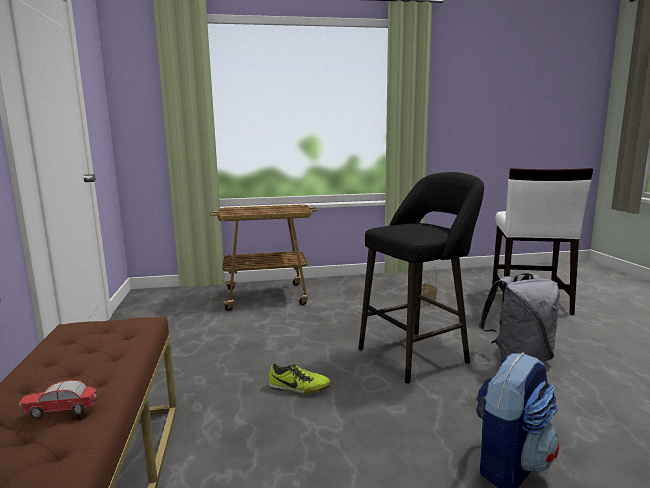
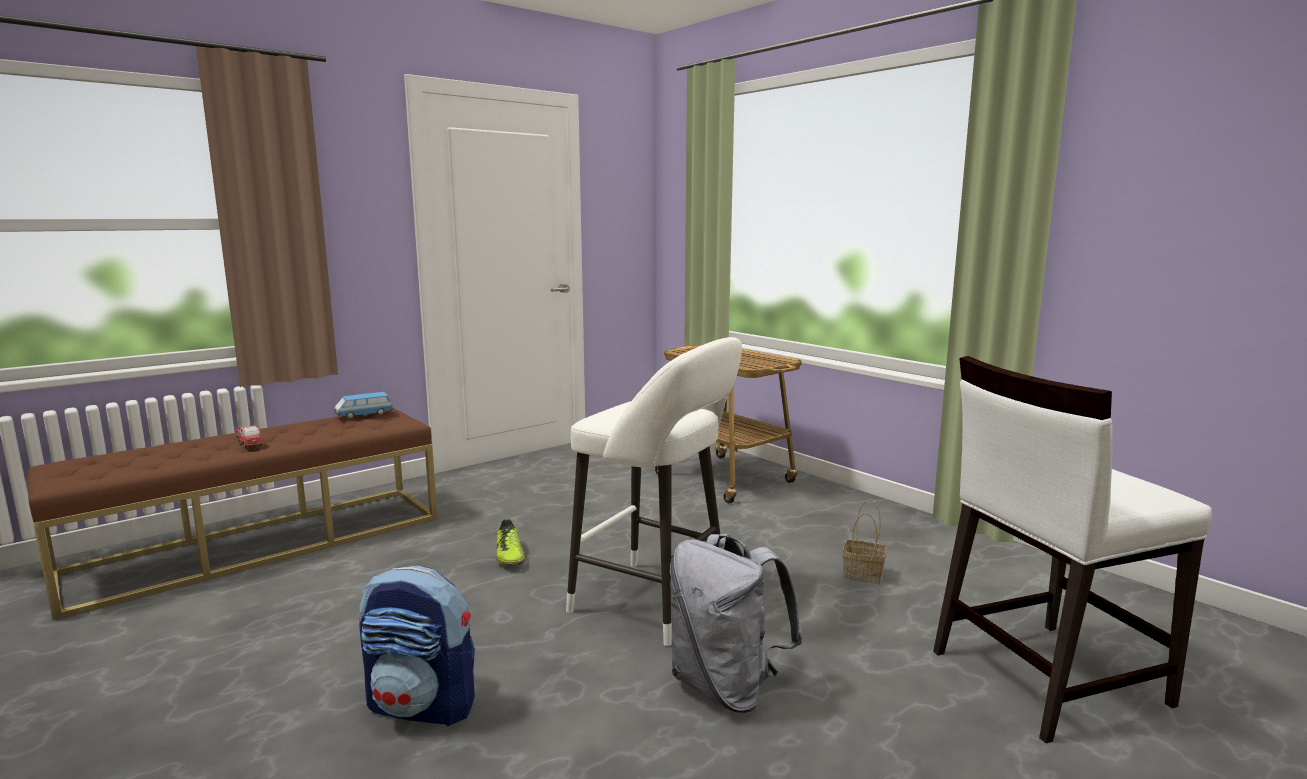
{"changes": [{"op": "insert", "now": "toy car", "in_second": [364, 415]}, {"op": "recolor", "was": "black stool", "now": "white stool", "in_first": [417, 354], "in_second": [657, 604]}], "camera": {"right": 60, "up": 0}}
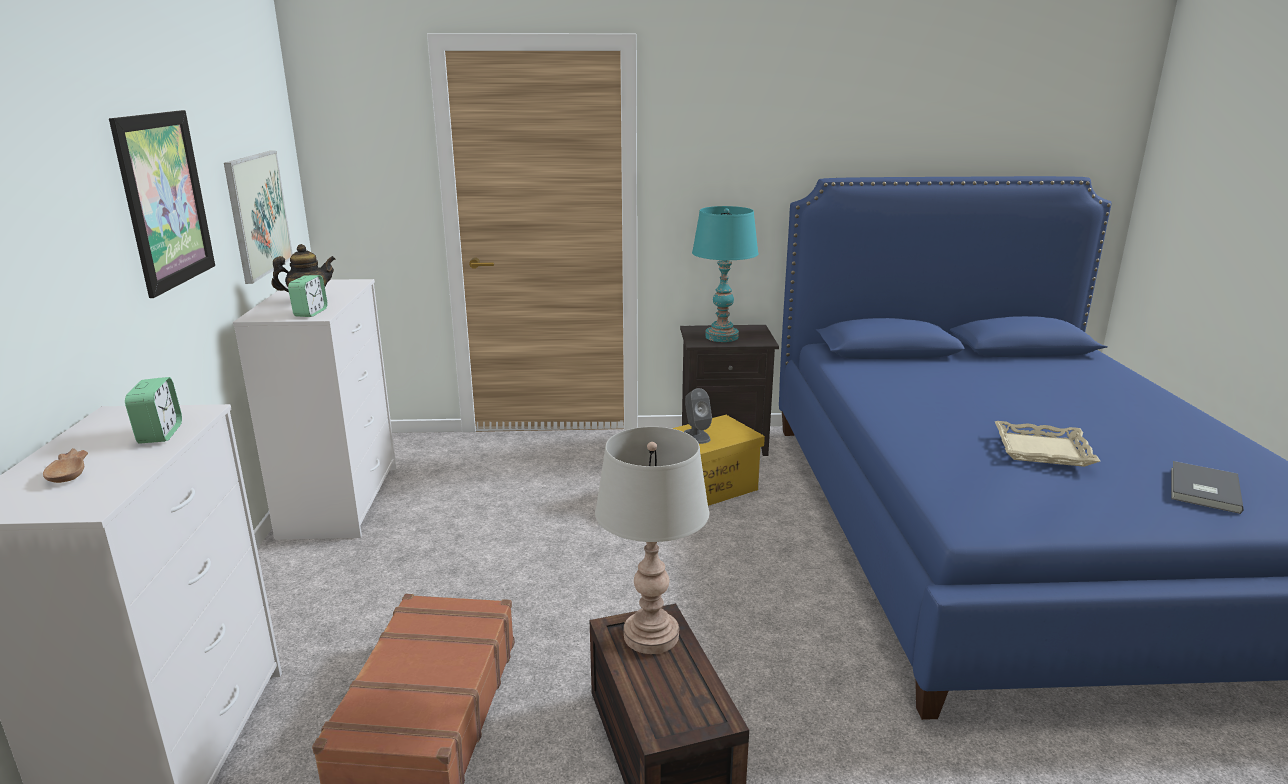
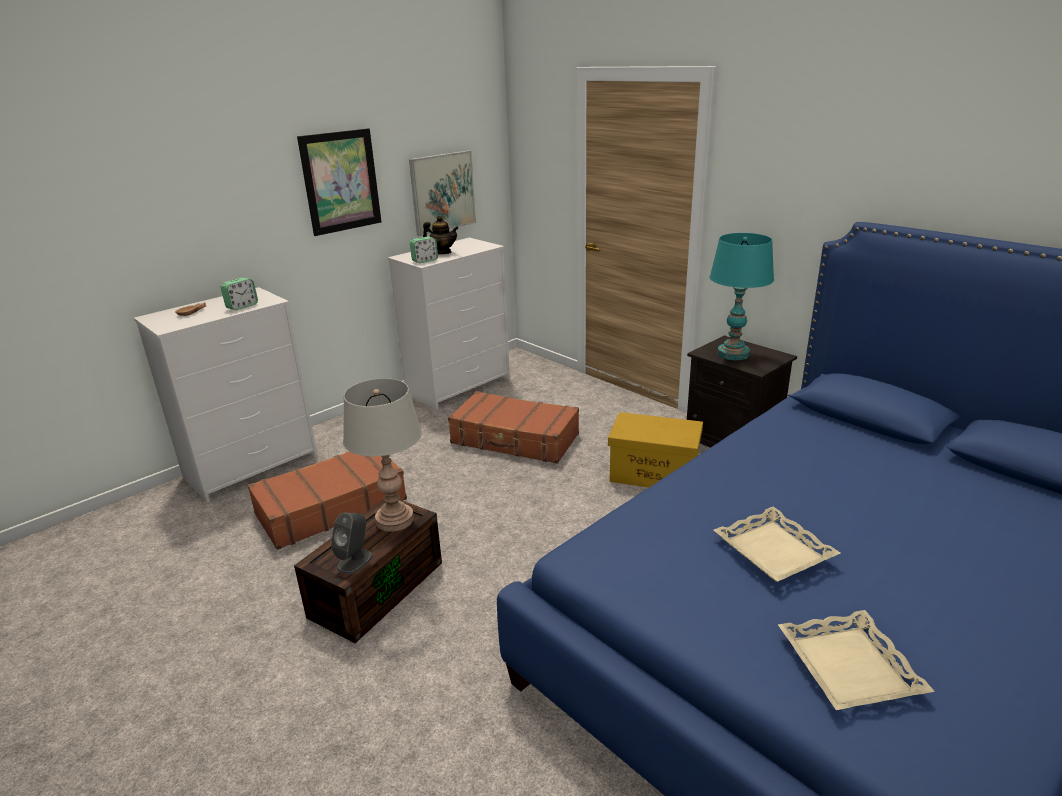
{"changes": [{"op": "move", "was": "grey speaker", "in_first": [696, 436], "in_second": [355, 561]}, {"op": "insert", "now": "brown suitcase", "in_second": [515, 439]}, {"op": "replace", "was": "grey book", "now": "beige tray", "in_first": [1201, 490], "in_second": [848, 666]}], "camera": {"right": 50, "up": 5}}
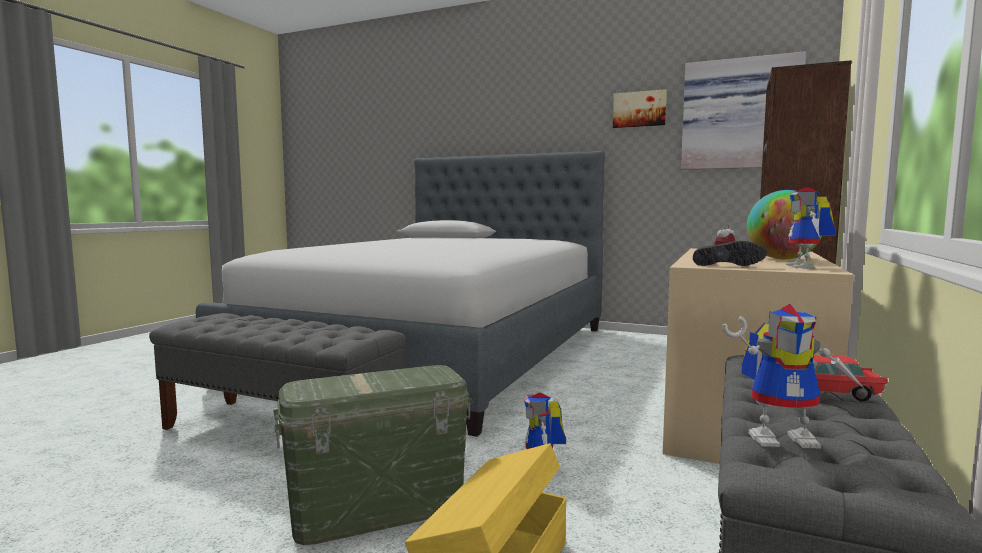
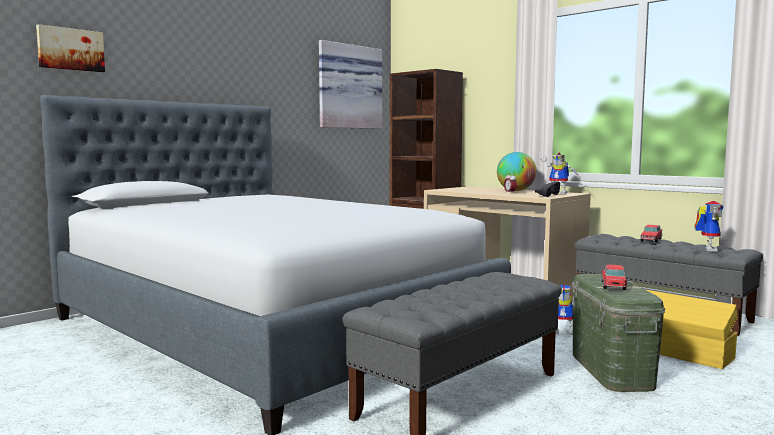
{"changes": [{"op": "move", "was": "picture", "in_first": [639, 109], "in_second": [70, 49]}, {"op": "insert", "now": "toy car", "in_second": [613, 285]}], "camera": {"right": -70, "up": 0}}
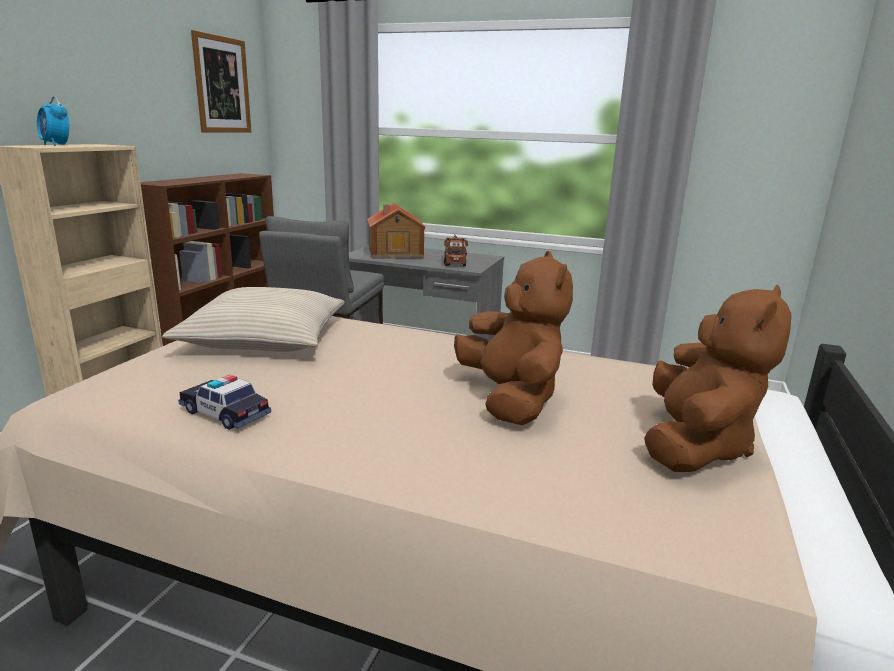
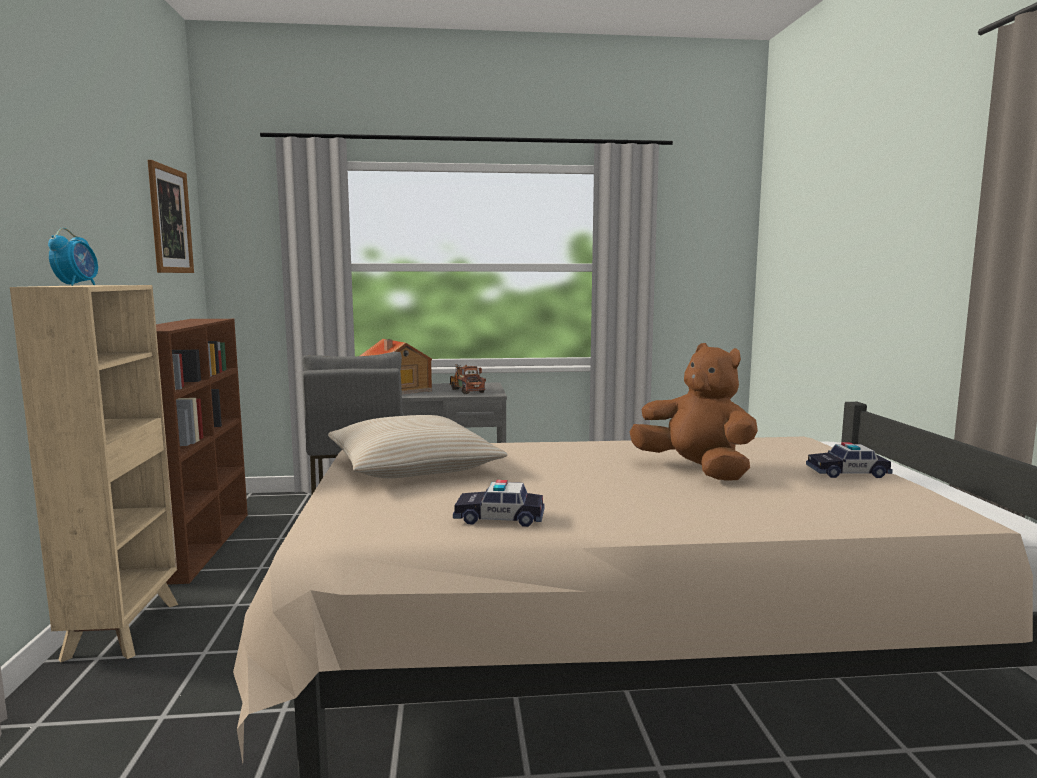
{"changes": [{"op": "rotate", "was": "alarm clock", "in_first": [56, 145], "in_second": [77, 285], "clockwise": -105}, {"op": "replace", "was": "brown plush toy", "now": "toy car", "in_first": [694, 446], "in_second": [847, 473]}], "camera": {"right": -25, "up": -10}}
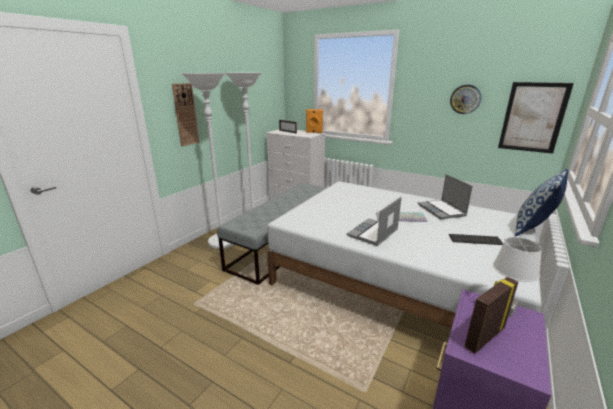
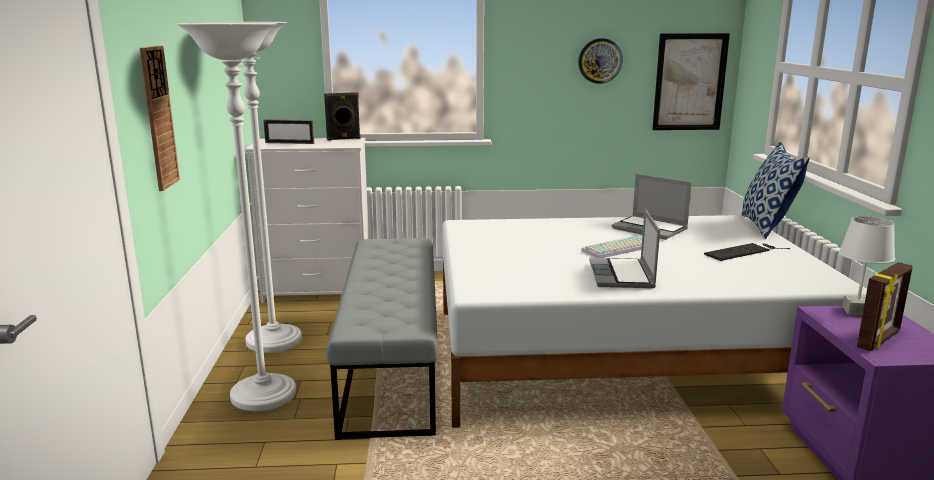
{"changes": [{"op": "recolor", "was": "orange speaker", "now": "black speaker", "in_first": [314, 132], "in_second": [343, 139]}, {"op": "rotate", "was": "picture frame", "in_first": [483, 337], "in_second": [879, 340], "clockwise": -150}], "camera": {"right": -35, "up": -5}}
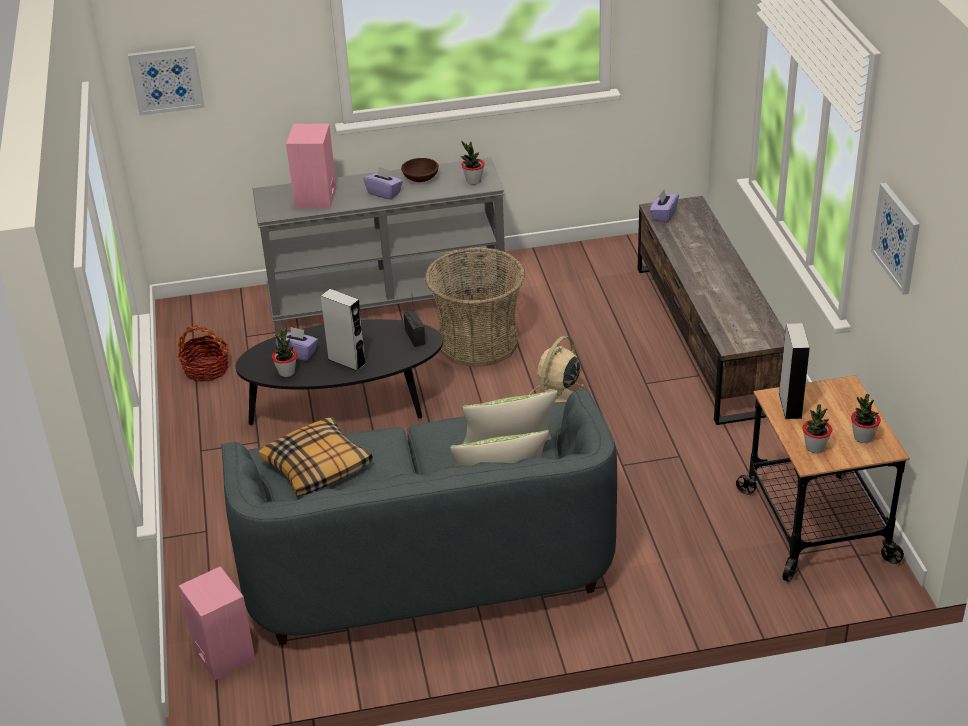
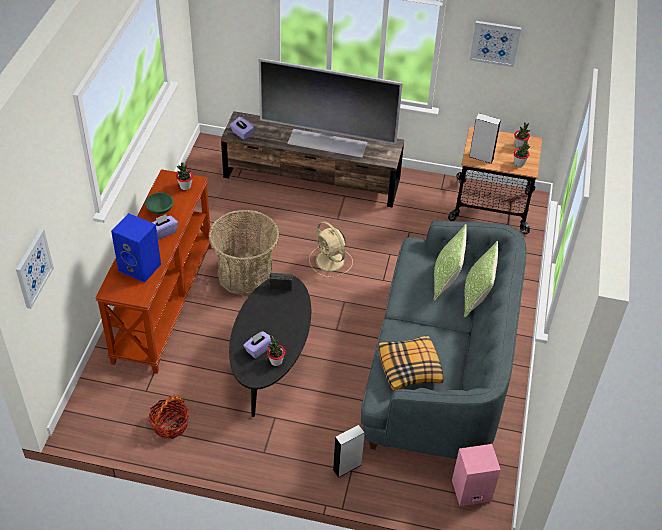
{"changes": [{"op": "recolor", "was": "grey console table", "now": "brown console table", "in_first": [388, 300], "in_second": [163, 301]}, {"op": "recolor", "was": "pink speaker", "now": "blue speaker", "in_first": [316, 198], "in_second": [141, 267]}, {"op": "recolor", "was": "brown bowl", "now": "green bowl", "in_first": [421, 179], "in_second": [160, 209]}, {"op": "insert", "now": "television", "in_second": [327, 142]}, {"op": "move", "was": "grey speaker", "in_first": [347, 361], "in_second": [347, 467]}], "camera": {"right": -70, "up": 10}}
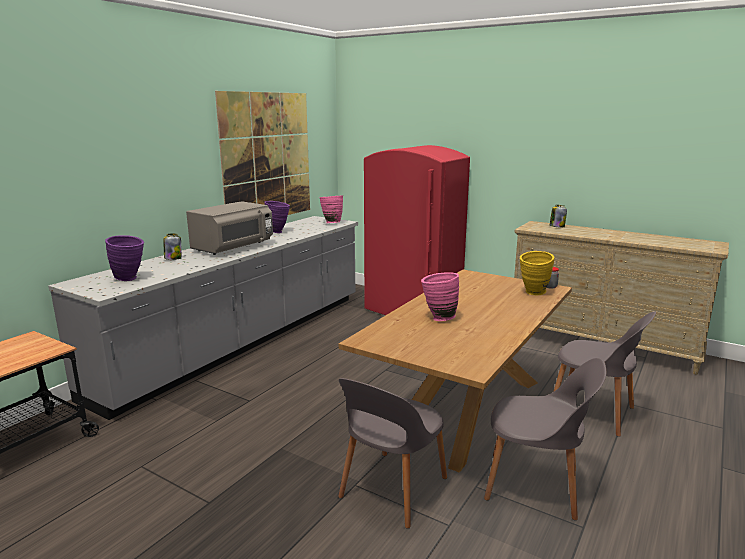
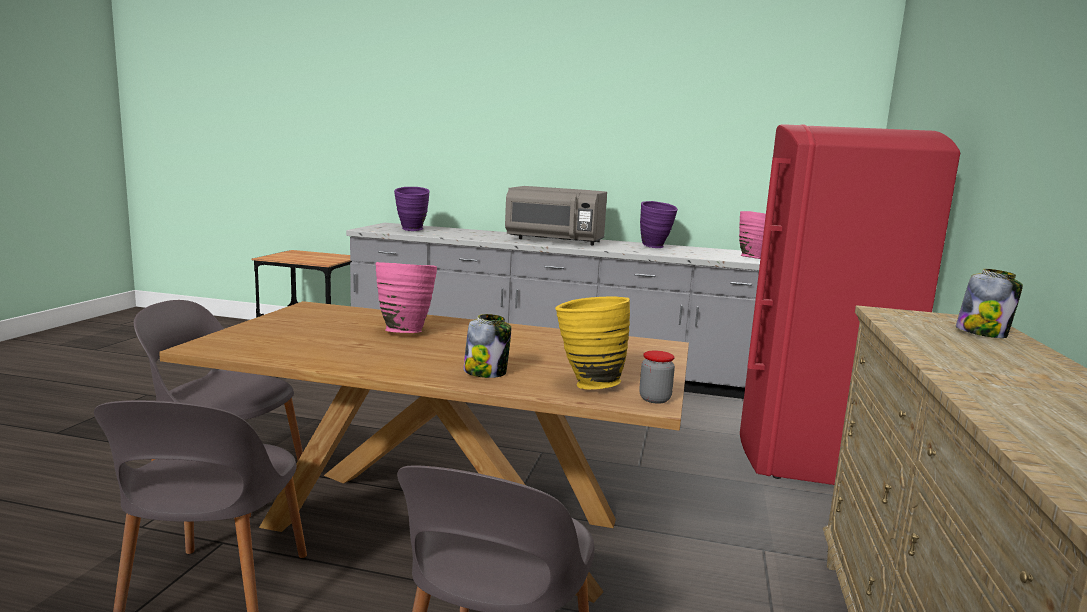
{"changes": [{"op": "move", "was": "jar", "in_first": [173, 258], "in_second": [486, 372]}, {"op": "delete", "was": "picture", "in_first": [268, 157]}], "camera": {"right": 70, "up": -5}}
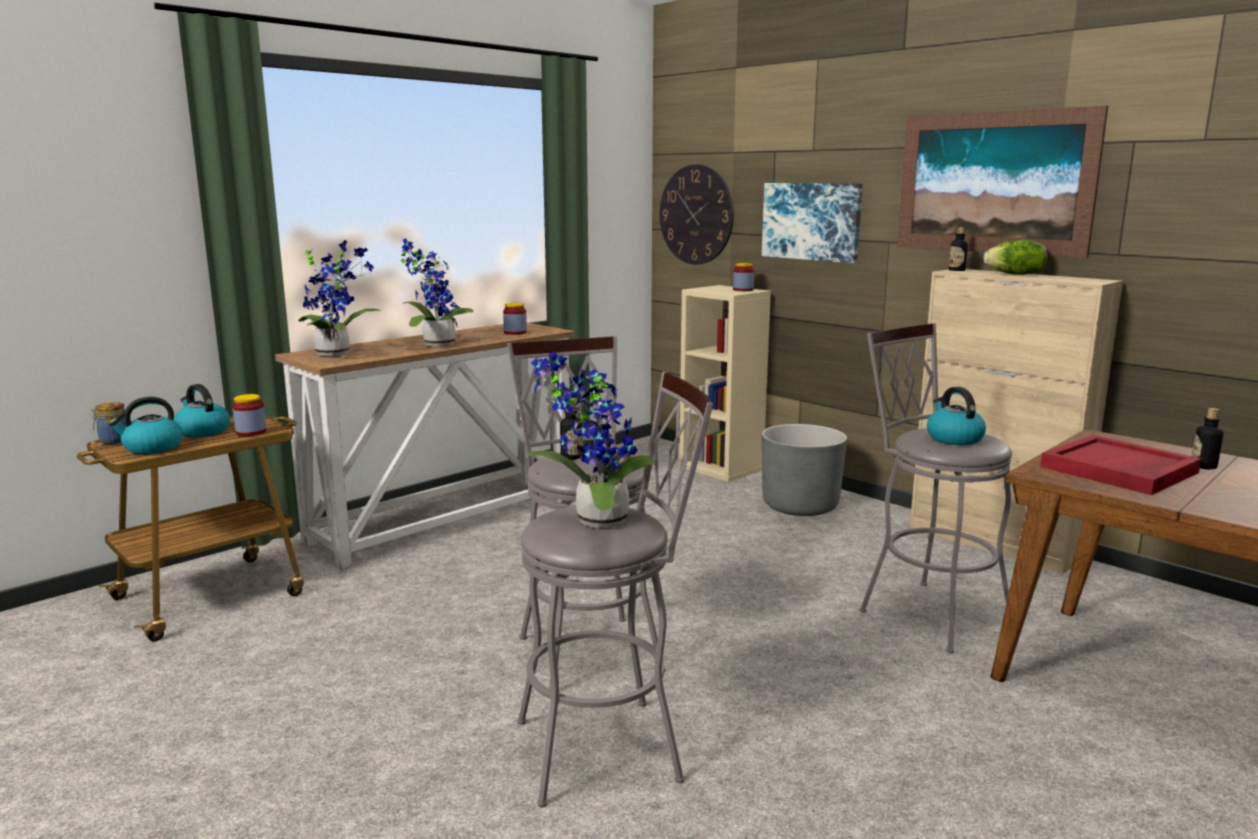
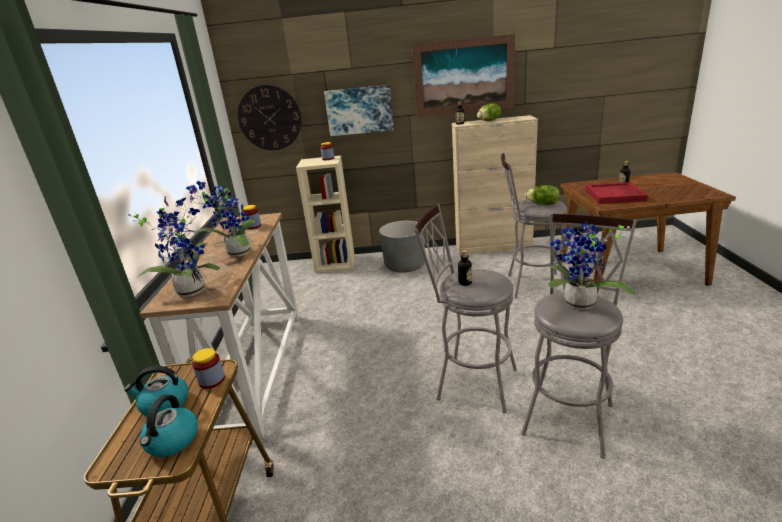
{"changes": [{"op": "replace", "was": "kettle", "now": "lettuce", "in_first": [953, 438], "in_second": [543, 204]}, {"op": "delete", "was": "jar", "in_first": [113, 441]}], "camera": {"right": -45, "up": 10}}
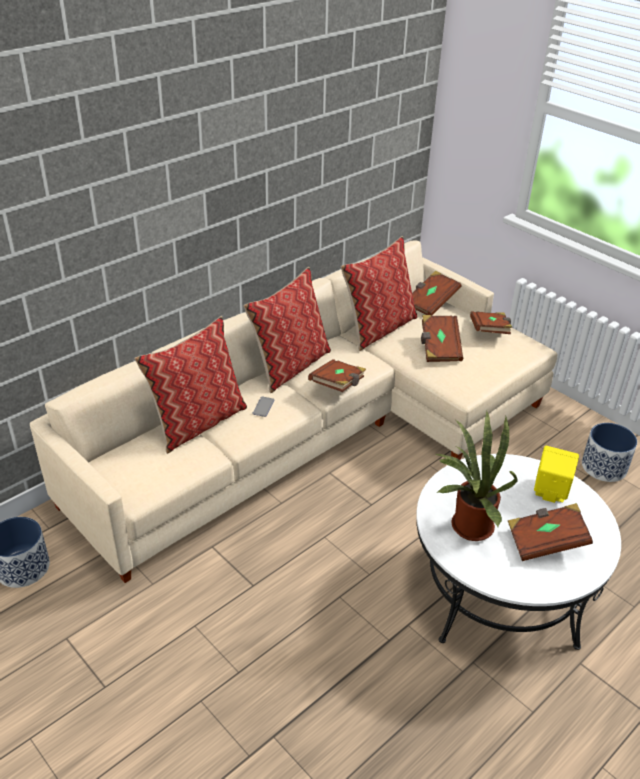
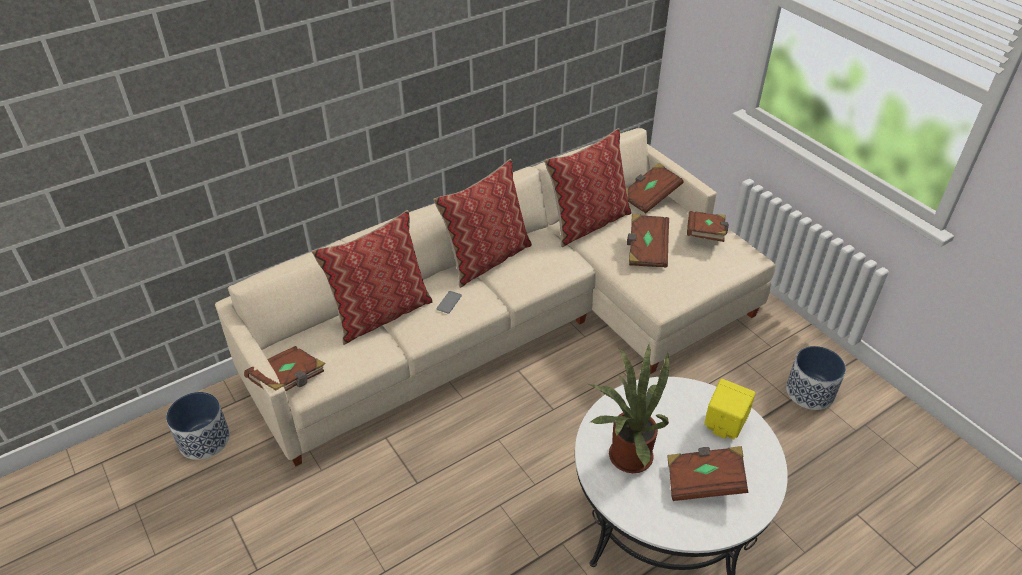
{"changes": [{"op": "move", "was": "brown book", "in_first": [338, 385], "in_second": [289, 380]}], "camera": {"right": 10, "up": 5}}
